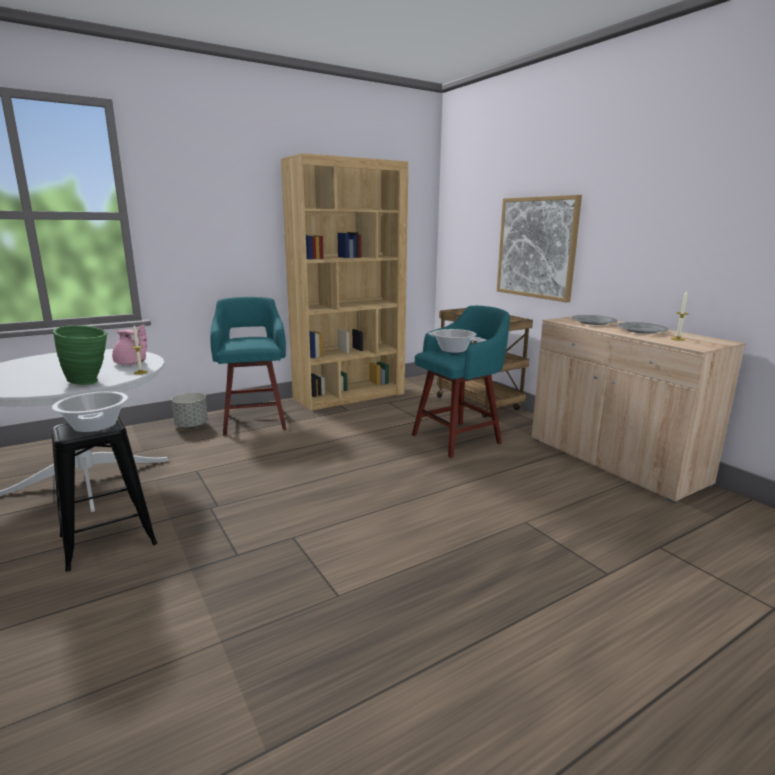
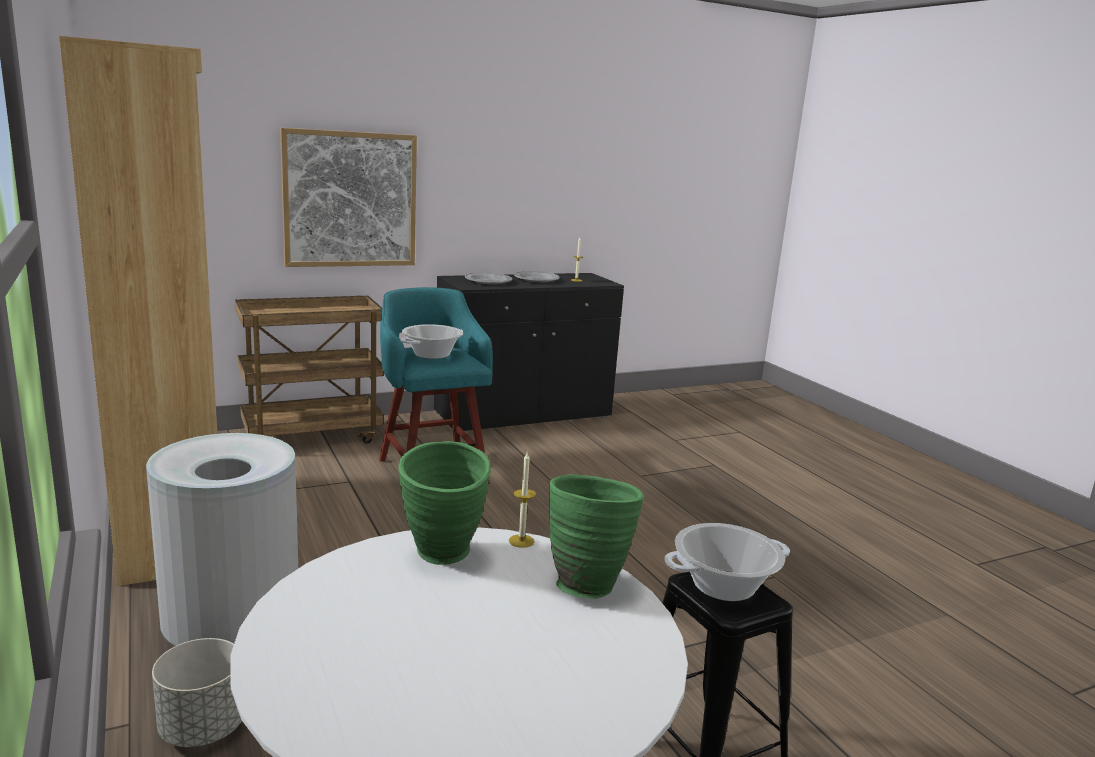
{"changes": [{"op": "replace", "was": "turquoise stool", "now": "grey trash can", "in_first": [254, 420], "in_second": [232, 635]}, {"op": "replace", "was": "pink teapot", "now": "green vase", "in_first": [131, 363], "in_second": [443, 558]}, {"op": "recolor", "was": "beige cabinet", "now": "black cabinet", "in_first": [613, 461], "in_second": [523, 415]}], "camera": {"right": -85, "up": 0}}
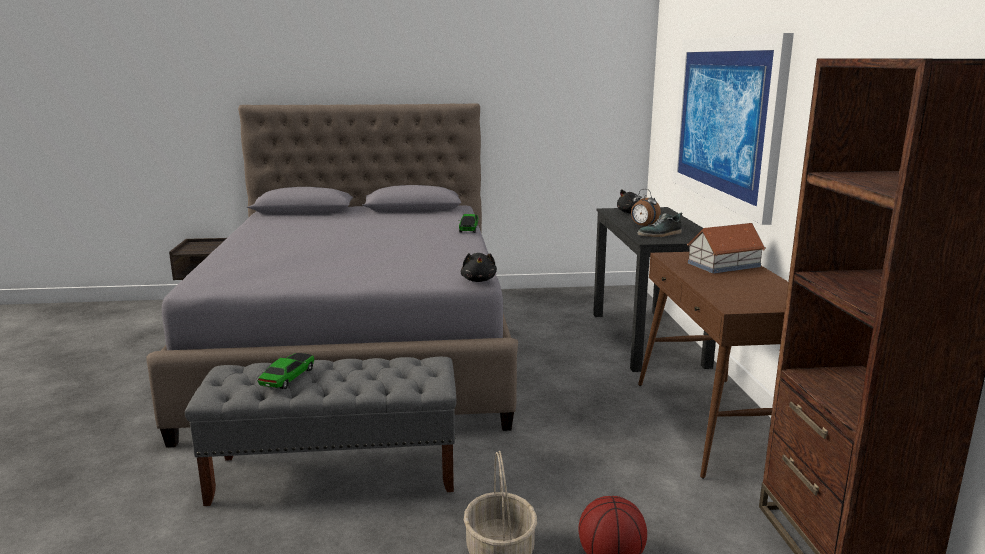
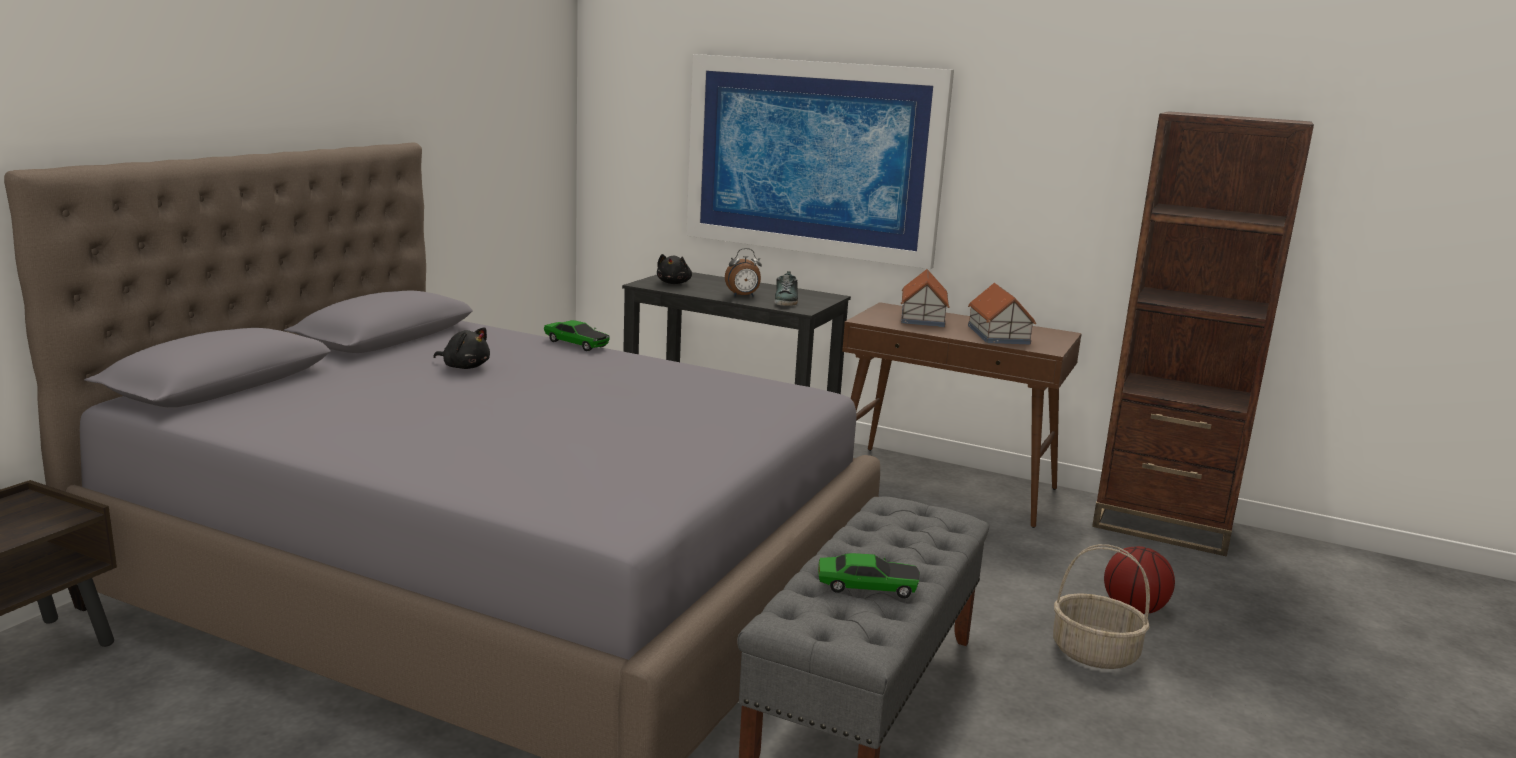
{"changes": [{"op": "move", "was": "black plush toy", "in_first": [479, 280], "in_second": [464, 367]}, {"op": "rotate", "was": "toy car", "in_first": [287, 378], "in_second": [867, 587], "clockwise": 135}, {"op": "insert", "now": "toy house", "in_second": [998, 334]}], "camera": {"right": -60, "up": 0}}
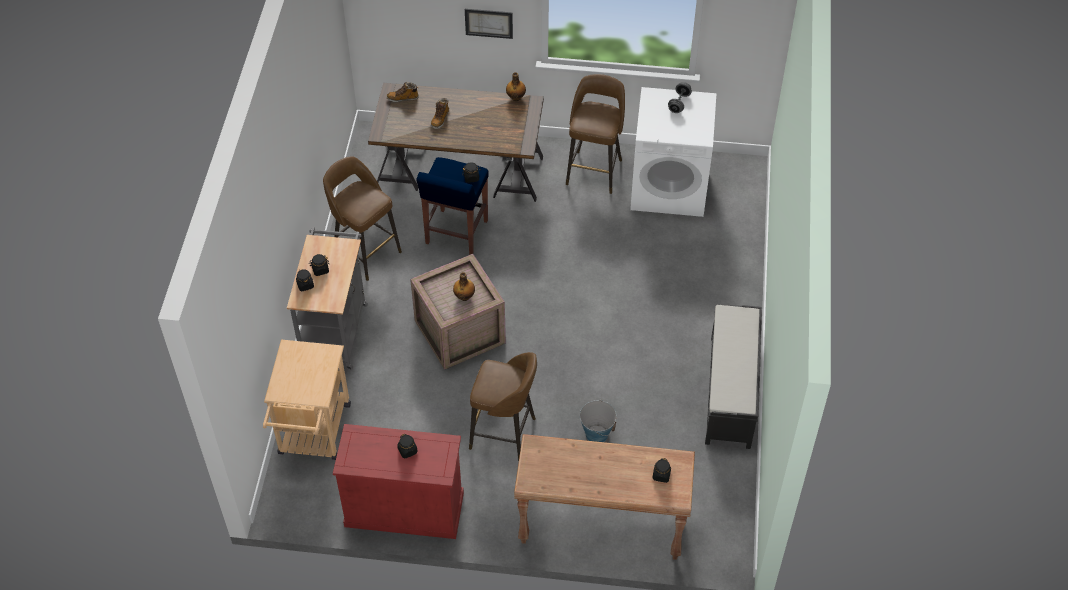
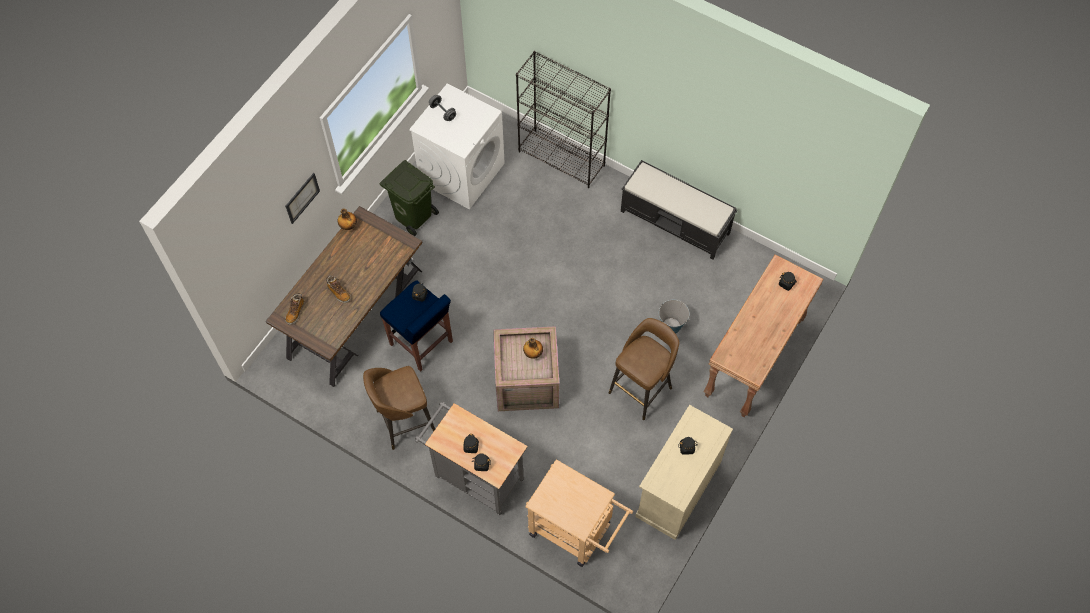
{"changes": [{"op": "replace", "was": "brown stool", "now": "green trash can", "in_first": [594, 170], "in_second": [414, 215]}, {"op": "insert", "now": "black bookcase", "in_second": [562, 158]}, {"op": "recolor", "was": "red cabinet", "now": "beige cabinet", "in_first": [404, 509], "in_second": [678, 488]}], "camera": {"right": -65, "up": 10}}
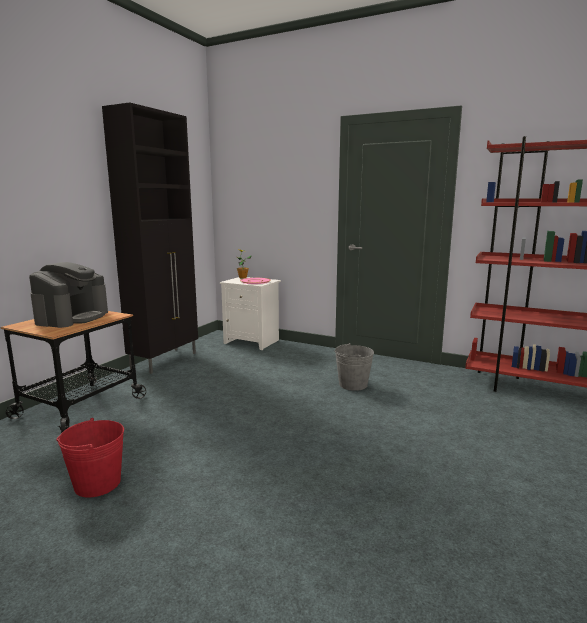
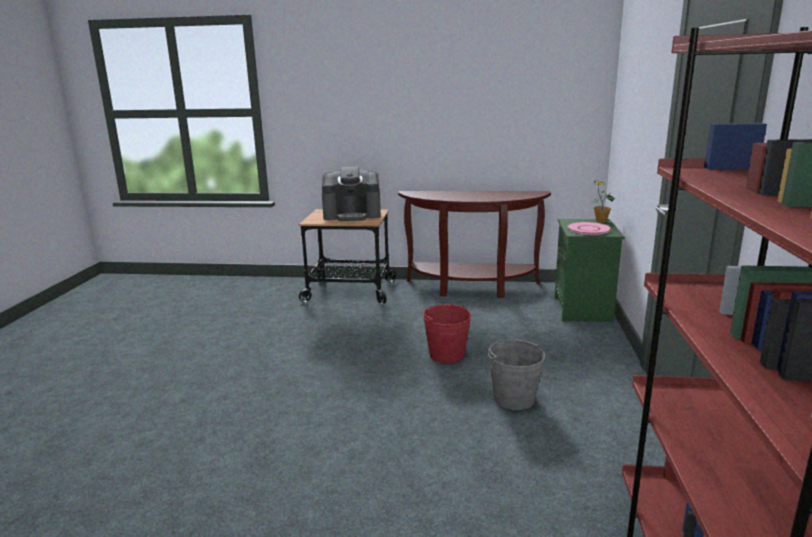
{"changes": [{"op": "replace", "was": "black cabinet", "now": "brown console table", "in_first": [165, 360], "in_second": [471, 288]}, {"op": "move", "was": "red bucket", "in_first": [97, 483], "in_second": [446, 355]}, {"op": "recolor", "was": "white nightstand", "now": "green nightstand", "in_first": [253, 342], "in_second": [583, 310]}], "camera": {"right": 70, "up": 5}}
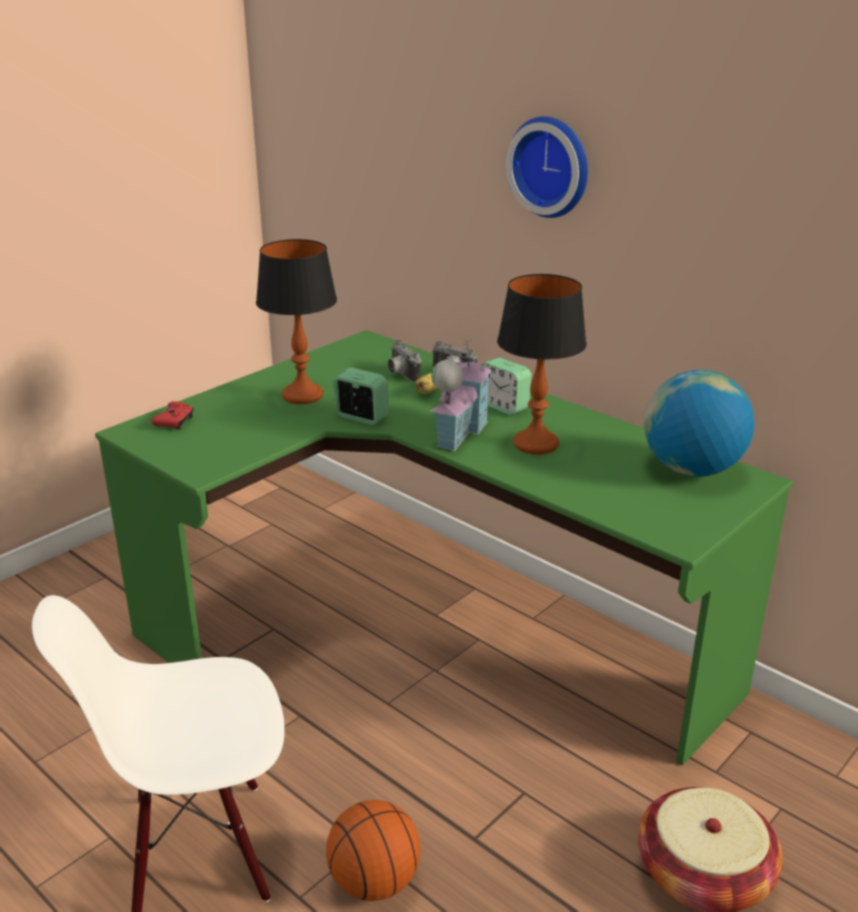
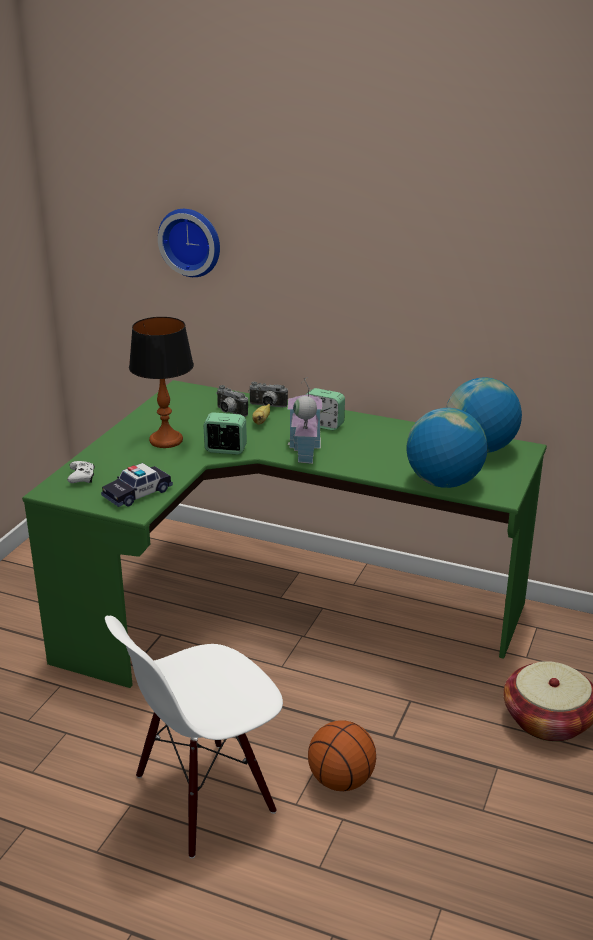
{"changes": [{"op": "recolor", "was": "red game controller", "now": "white game controller", "in_first": [175, 422], "in_second": [82, 478]}, {"op": "insert", "now": "toy car", "in_second": [137, 493]}, {"op": "move", "was": "wall clock", "in_first": [552, 166], "in_second": [191, 241]}, {"op": "insert", "now": "globe", "in_second": [443, 482]}, {"op": "delete", "was": "table lamp", "in_first": [536, 444]}], "camera": {"right": -20, "up": 0}}
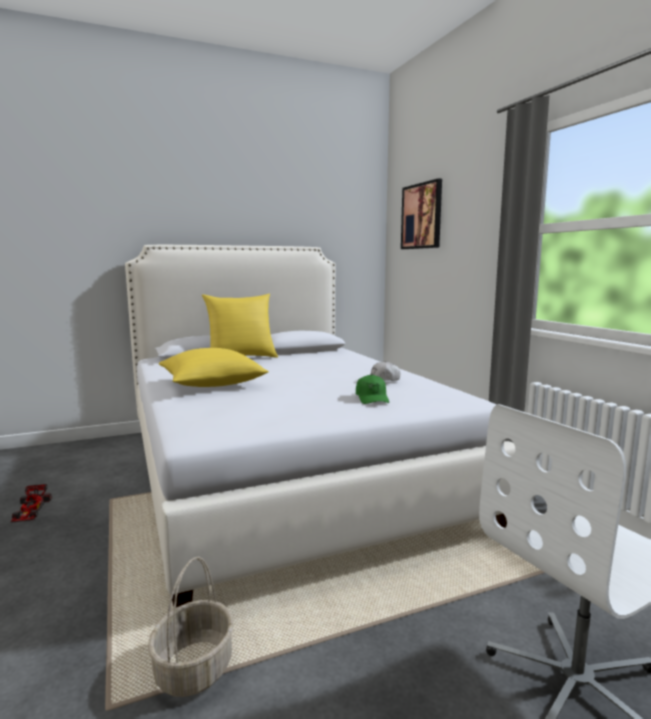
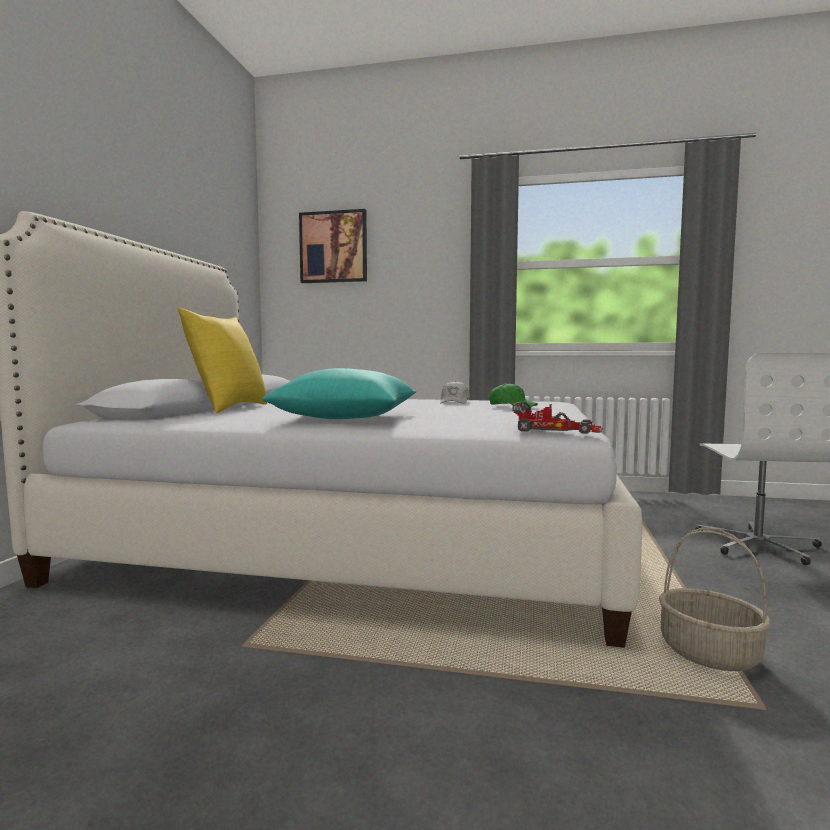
{"changes": [{"op": "recolor", "was": "yellow pillow", "now": "turquoise pillow", "in_first": [212, 384], "in_second": [346, 418]}, {"op": "move", "was": "toy car", "in_first": [31, 509], "in_second": [556, 429]}], "camera": {"right": -55, "up": -5}}
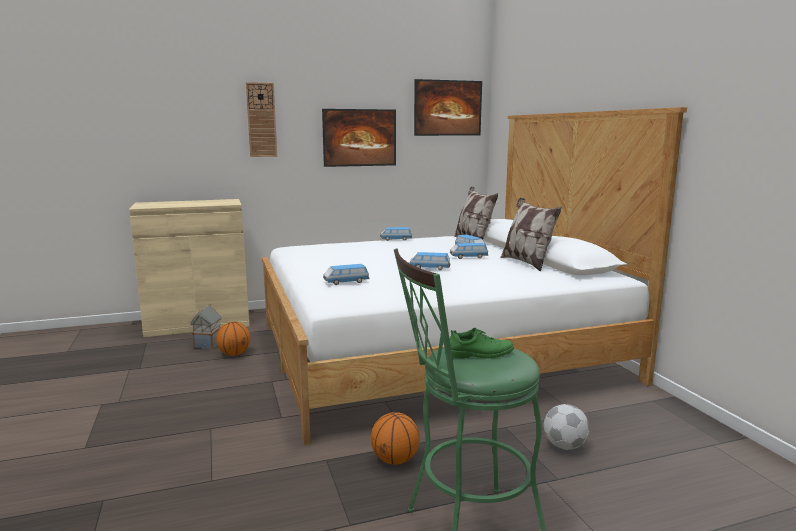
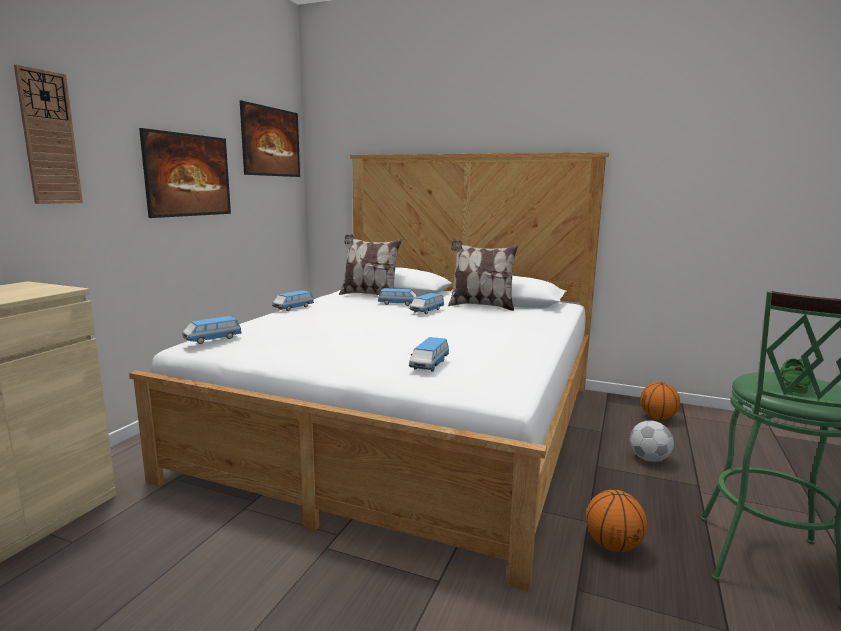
{"changes": [{"op": "move", "was": "toy car", "in_first": [429, 268], "in_second": [212, 339]}, {"op": "move", "was": "basketball", "in_first": [234, 354], "in_second": [657, 417]}, {"op": "delete", "was": "toy house", "in_first": [207, 345]}], "camera": {"right": -50, "up": 0}}
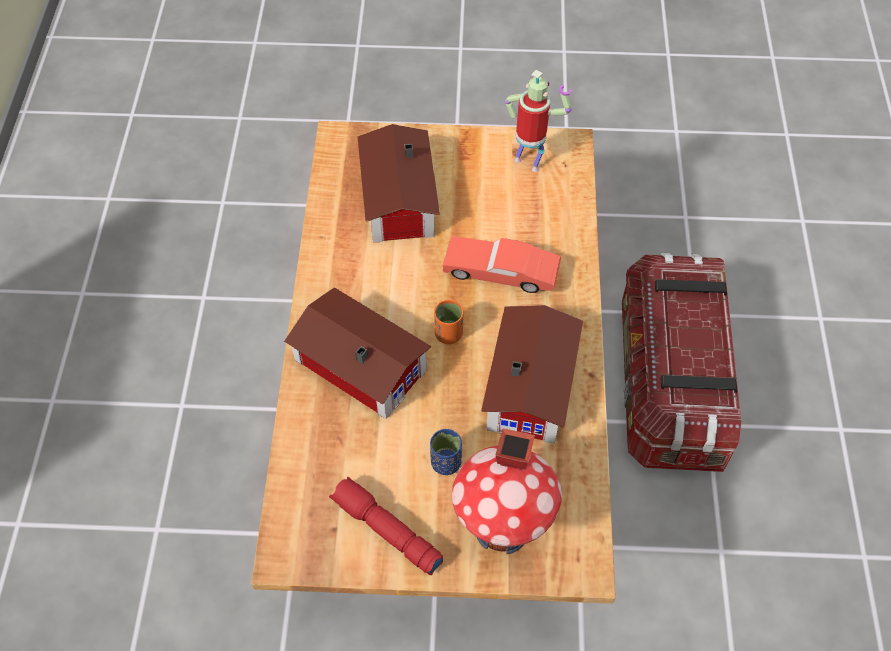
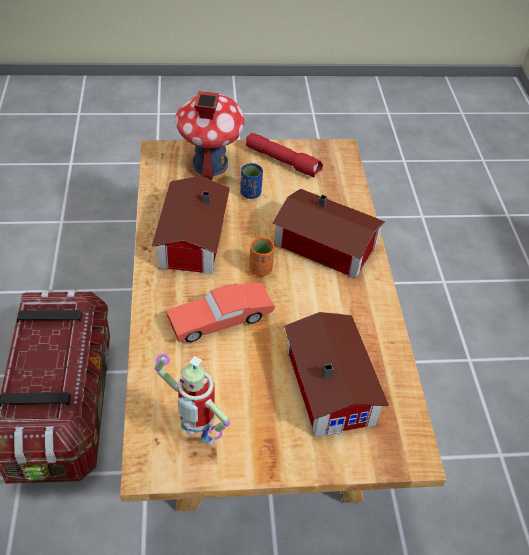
{"changes": [{"op": "rotate", "was": "red toy car", "in_first": [501, 272], "in_second": [220, 320], "clockwise": 150}], "camera": {"right": 170, "up": -10}}
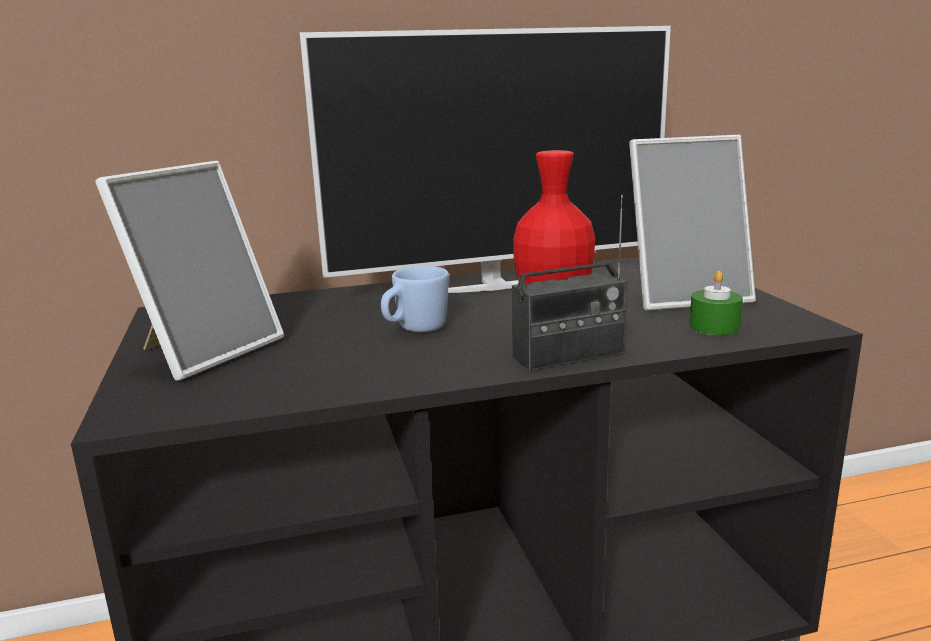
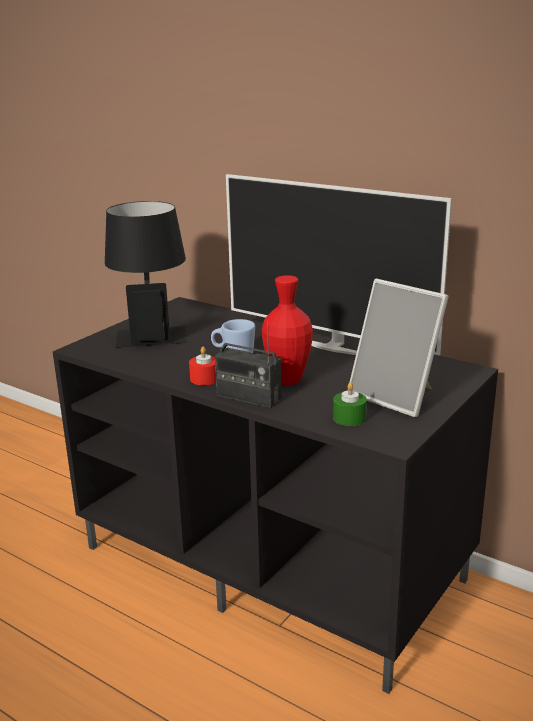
{"changes": [{"op": "replace", "was": "picture frame", "now": "black table lamp", "in_first": [205, 350], "in_second": [150, 331]}, {"op": "insert", "now": "red candle", "in_second": [204, 379]}], "camera": {"right": 50, "up": 5}}
